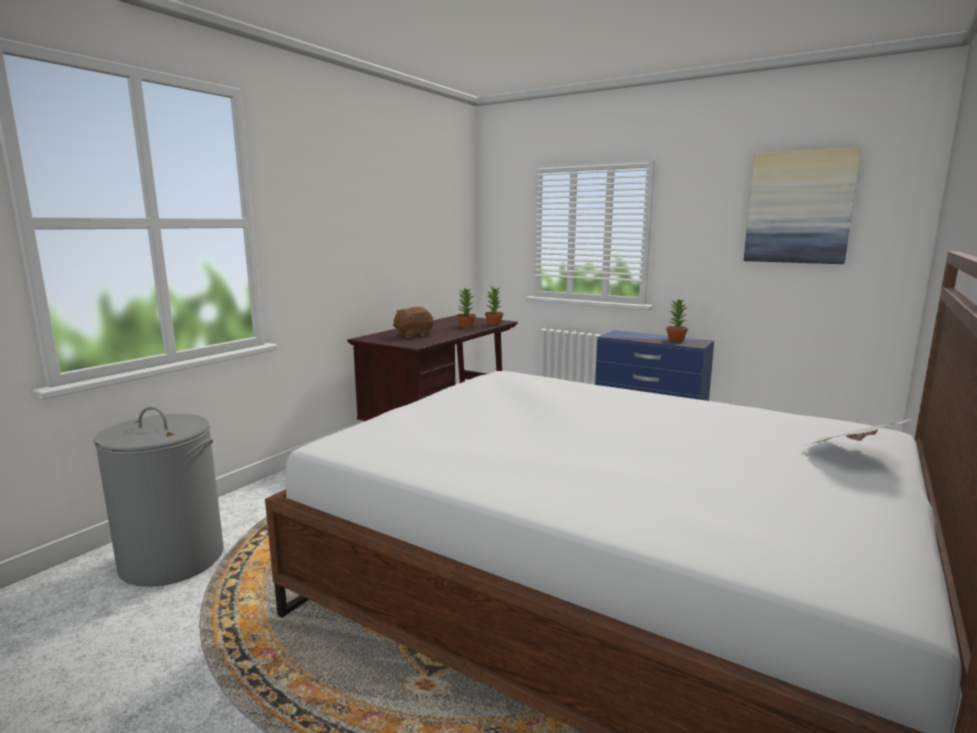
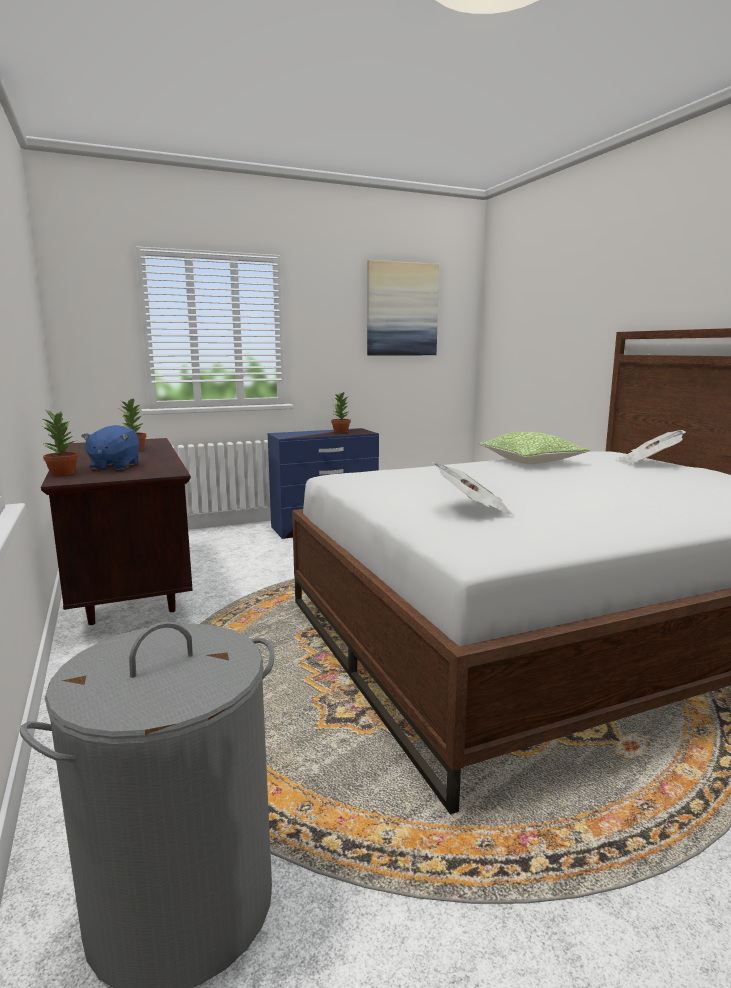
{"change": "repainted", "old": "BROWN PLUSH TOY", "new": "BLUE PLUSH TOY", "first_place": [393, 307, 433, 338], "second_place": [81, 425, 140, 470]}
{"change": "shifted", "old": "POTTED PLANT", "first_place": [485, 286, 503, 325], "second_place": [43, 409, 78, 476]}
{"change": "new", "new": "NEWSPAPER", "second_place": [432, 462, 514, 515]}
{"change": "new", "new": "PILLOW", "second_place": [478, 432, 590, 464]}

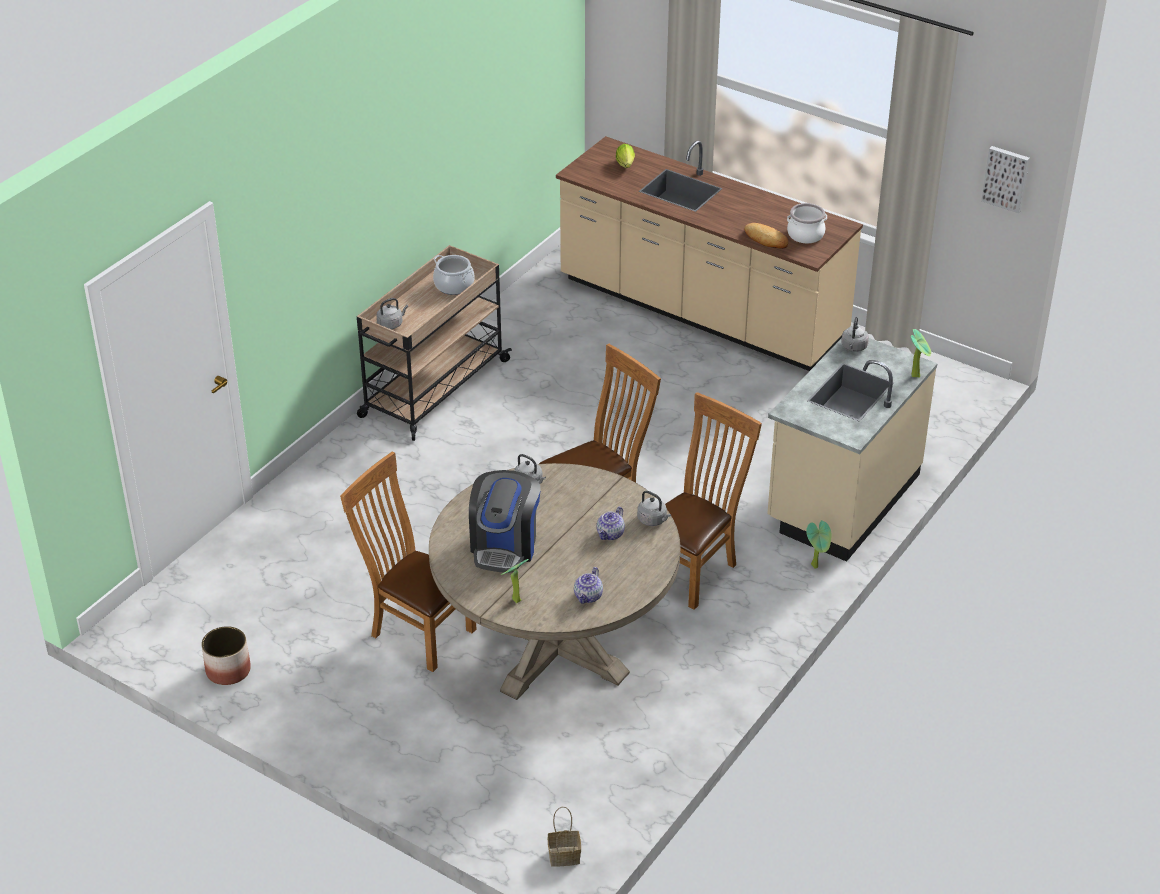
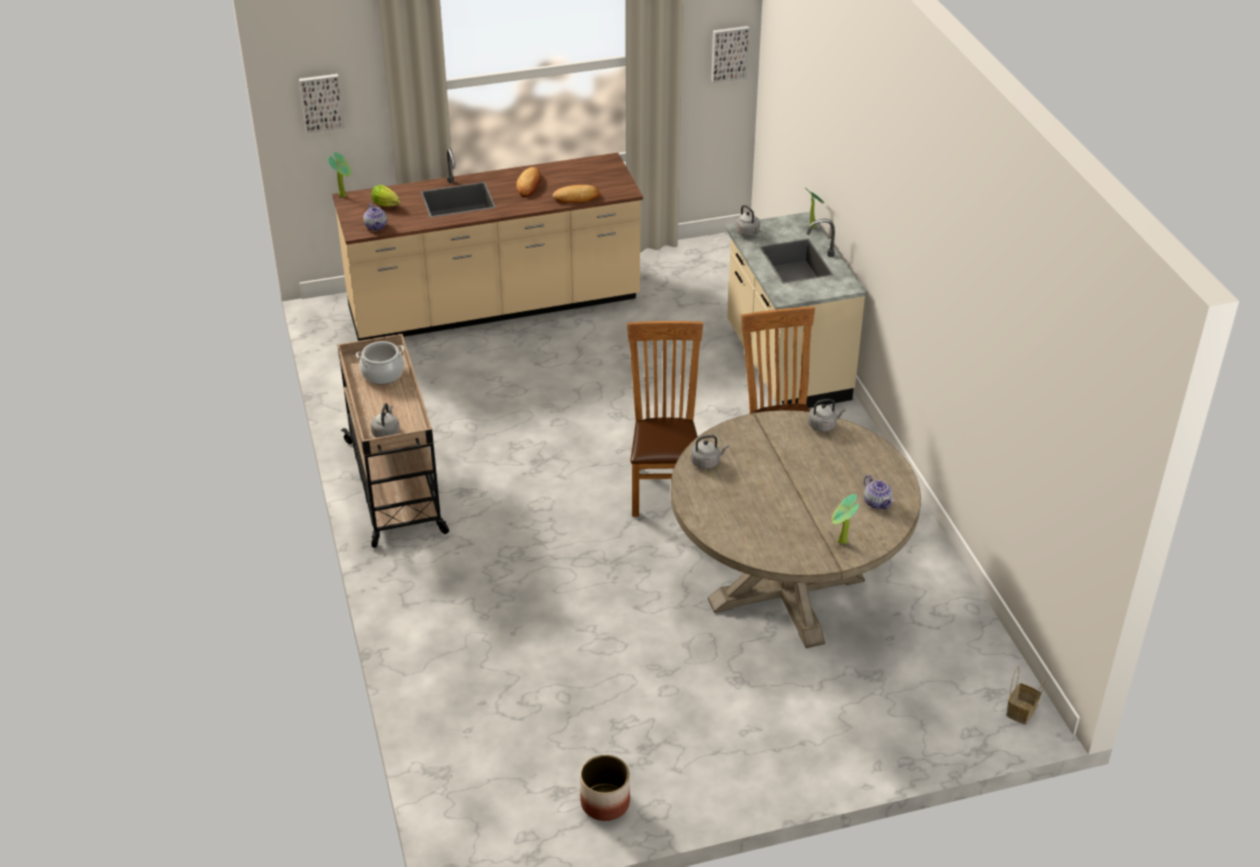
{"change": "gone", "old": "BROWN CHAIR", "first_place": [340, 452, 476, 672]}
{"change": "gone", "old": "COFFEE MACHINE", "first_place": [469, 470, 540, 573]}
{"change": "shifted", "old": "TEAPOT", "first_place": [597, 507, 625, 540], "second_place": [363, 203, 387, 231]}
{"change": "gone", "old": "COOKING POT", "first_place": [787, 203, 827, 243]}
{"change": "shifted", "old": "POTTED PLANT", "first_place": [806, 520, 832, 569], "second_place": [328, 152, 352, 197]}
{"change": "new", "new": "PICTURE", "second_place": [299, 74, 345, 133]}
{"change": "new", "new": "BREAD", "second_place": [516, 167, 541, 197]}

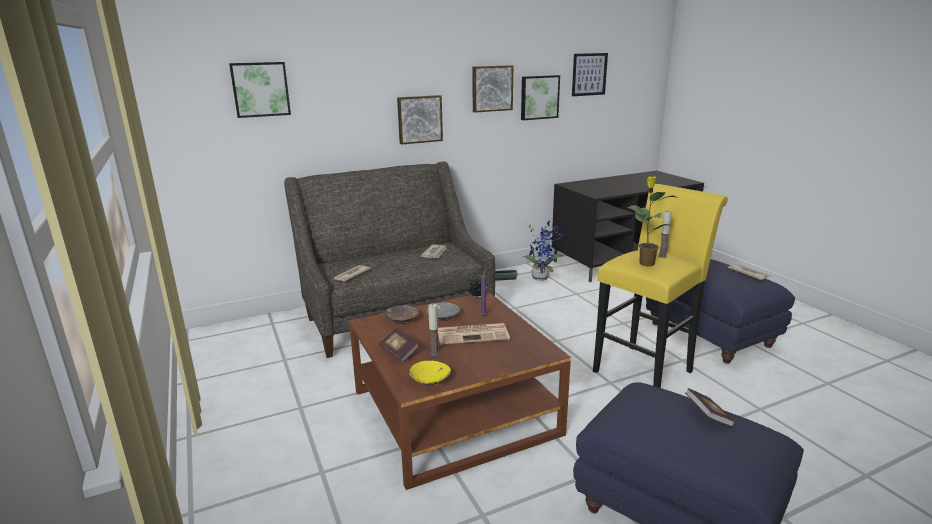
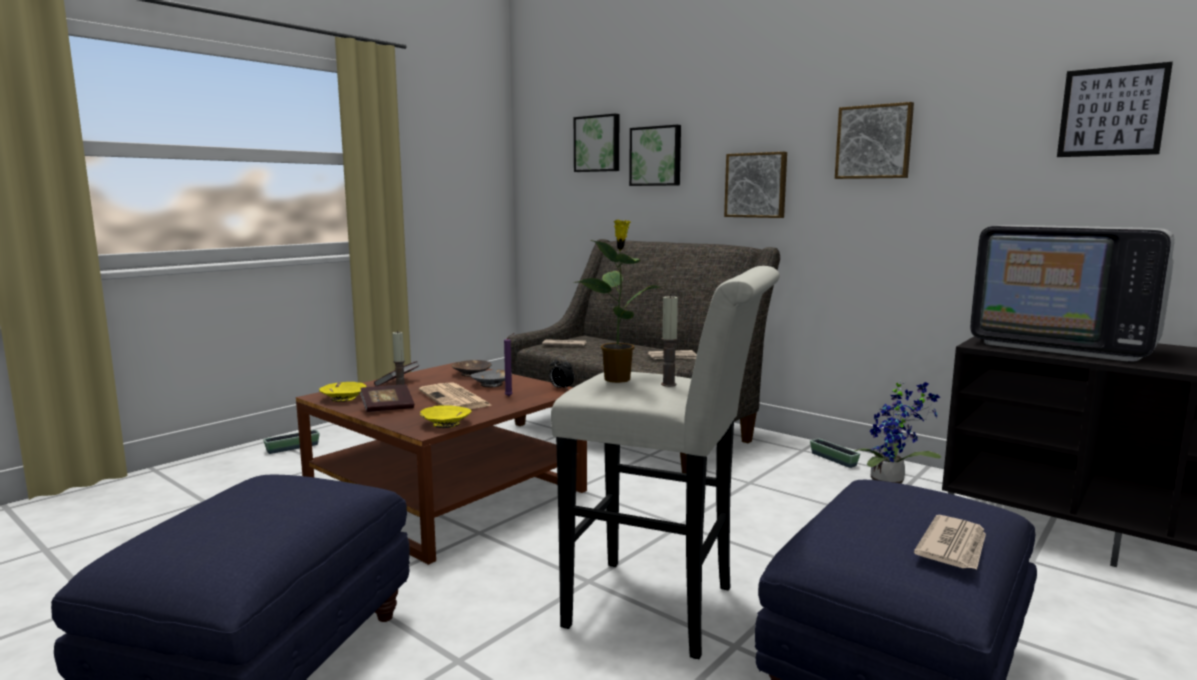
{"change": "shifted", "old": "PICTURE", "first_place": [521, 75, 560, 120], "second_place": [629, 125, 681, 186]}
{"change": "repainted", "old": "YELLOW STOOL", "new": "WHITE STOOL", "first_place": [593, 184, 728, 388], "second_place": [551, 266, 780, 659]}
{"change": "shifted", "old": "BOOK", "first_place": [685, 388, 735, 427], "second_place": [359, 385, 414, 412]}
{"change": "new", "new": "PLANTER", "second_place": [263, 430, 320, 454]}
{"change": "new", "new": "YELLOW BOWL", "second_place": [420, 405, 472, 428]}
{"change": "new", "new": "TELEVISION", "second_place": [970, 225, 1174, 362]}

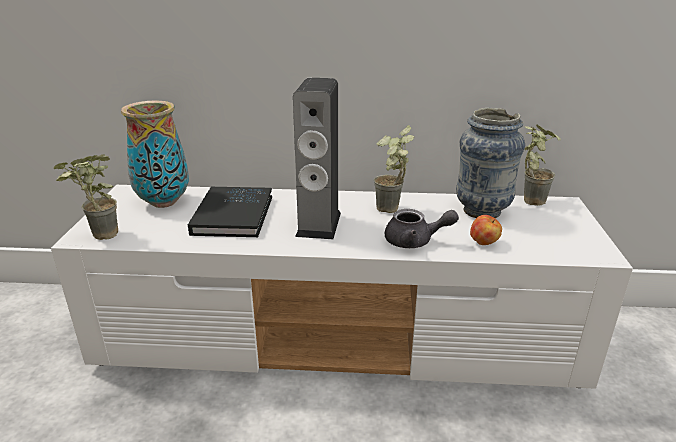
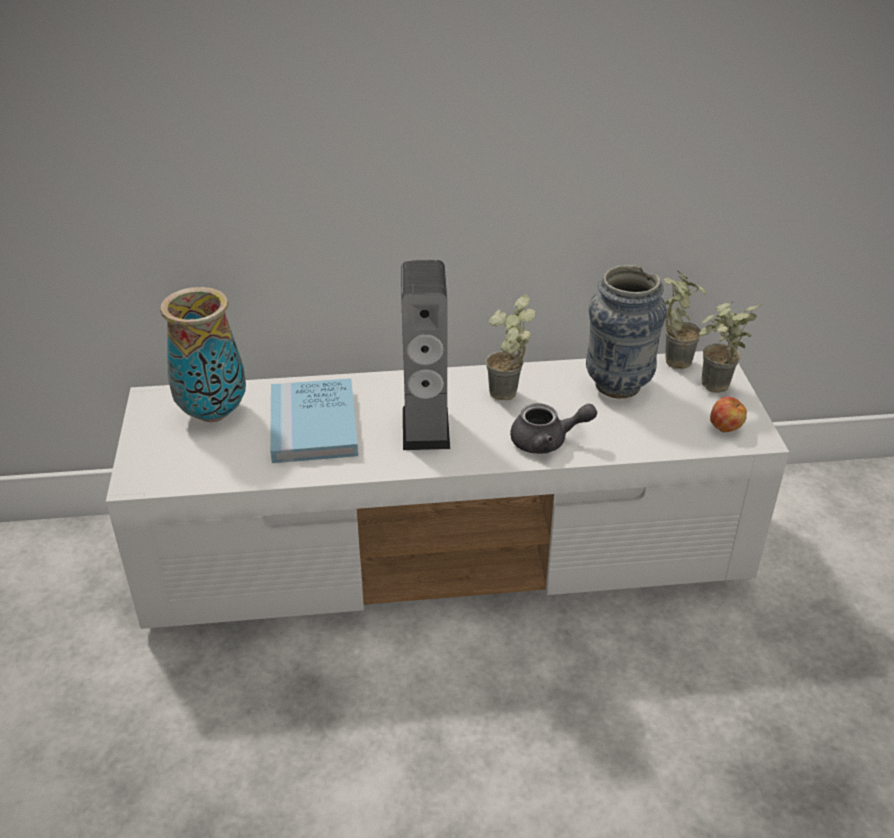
{"change": "shifted", "old": "POTTED PLANT", "first_place": [53, 154, 118, 240], "second_place": [698, 302, 763, 393]}
{"change": "repainted", "old": "BLACK BOOK", "new": "BLUE BOOK", "first_place": [188, 187, 272, 237], "second_place": [270, 378, 358, 463]}
{"change": "shifted", "old": "APPLE", "first_place": [470, 215, 502, 245], "second_place": [710, 397, 747, 432]}

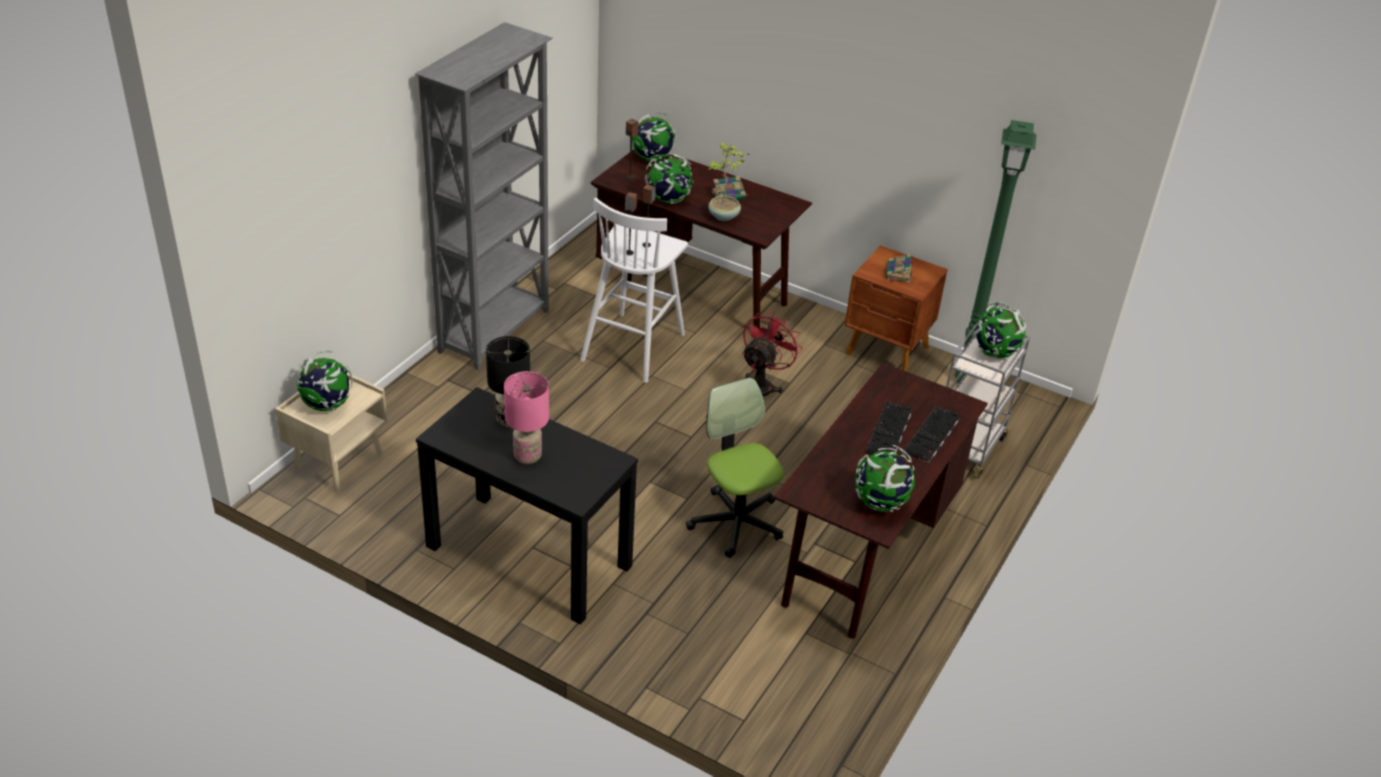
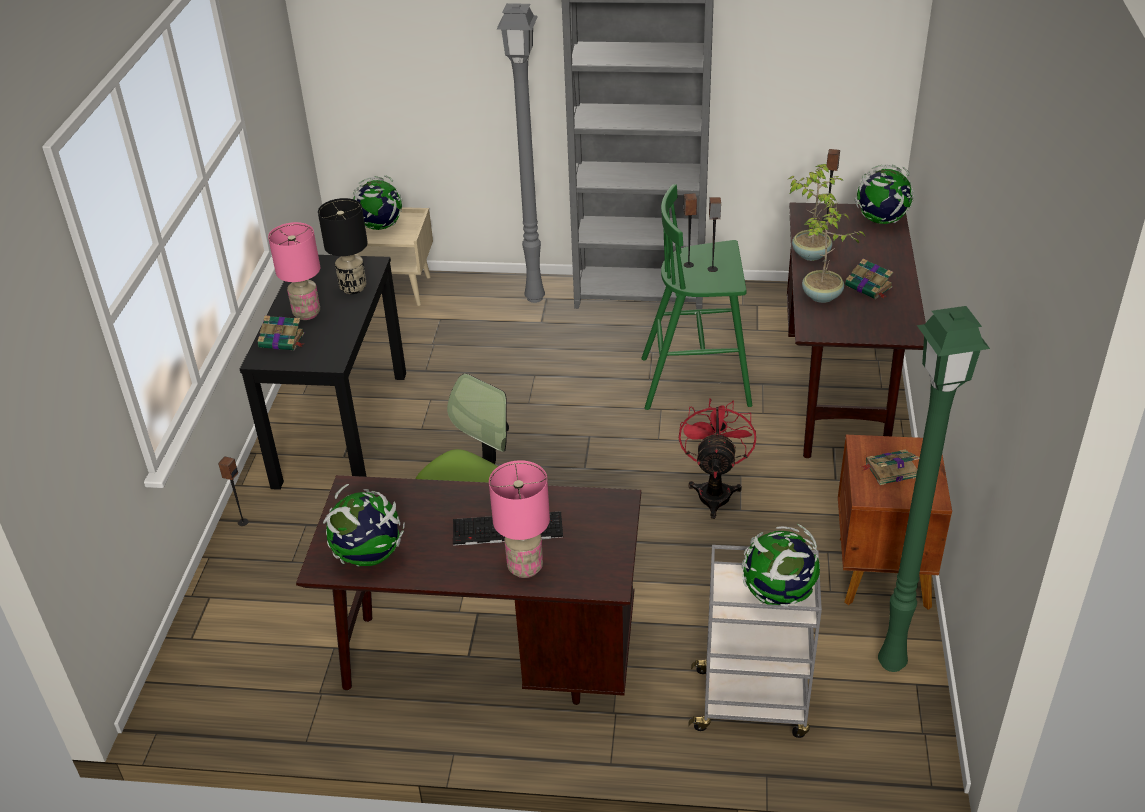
{"change": "repainted", "old": "WHITE STOOL", "new": "GREEN STOOL", "first_place": [580, 198, 688, 383], "second_place": [641, 184, 752, 410]}
{"change": "swapped", "old": "GLOBE", "new": "POTTED PLANT", "first_place": [645, 153, 693, 204], "second_place": [789, 164, 843, 261]}
{"change": "rotated", "old": "RED FAN", "first_place": [742, 311, 803, 397], "second_place": [679, 398, 756, 519], "degrees": -90}
{"change": "swapped", "old": "KEYBOARD", "new": "PINK TABLE LAMP", "first_place": [904, 406, 961, 463], "second_place": [489, 460, 550, 578]}
{"change": "new", "new": "SPEAKER", "second_place": [218, 456, 249, 526]}
{"change": "new", "new": "BOOK", "second_place": [258, 315, 305, 351]}
{"change": "new", "new": "GREY FLOOR LAMP", "second_place": [496, 3, 545, 303]}

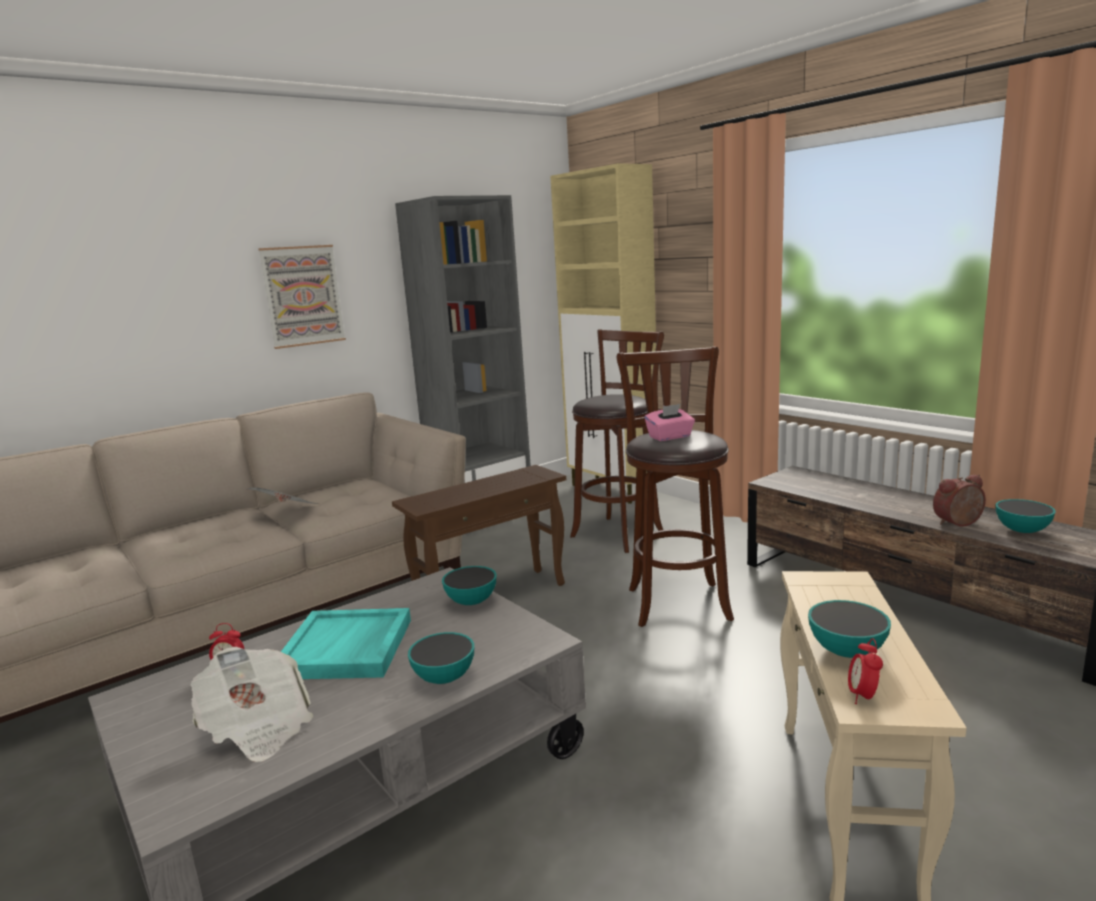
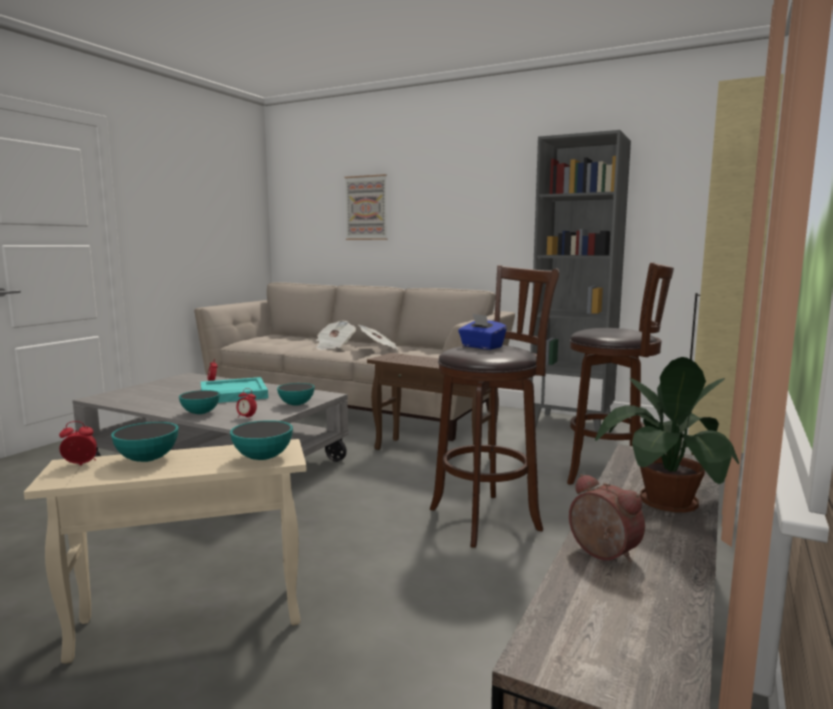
{"change": "shifted", "old": "NEWSPAPER", "first_place": [191, 647, 313, 762], "second_place": [316, 321, 356, 350]}
{"change": "shifted", "old": "PICTURE", "first_place": [258, 245, 346, 349], "second_place": [345, 174, 387, 240]}
{"change": "repainted", "old": "PINK TISSUE BOX", "new": "BLUE TISSUE BOX", "first_place": [645, 404, 695, 441], "second_place": [458, 314, 507, 350]}
{"change": "shifted", "old": "BOWL", "first_place": [995, 499, 1056, 533], "second_place": [230, 420, 293, 460]}
{"change": "new", "new": "ALARM CLOCK", "second_place": [236, 388, 257, 418]}
{"change": "new", "new": "POTTED PLANT", "second_place": [595, 357, 739, 513]}

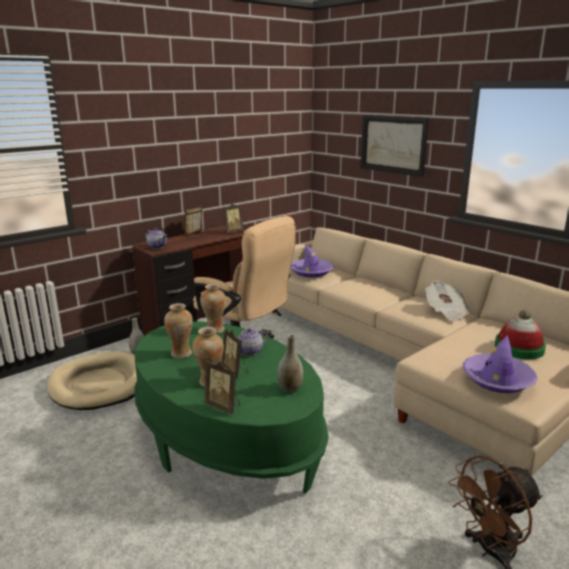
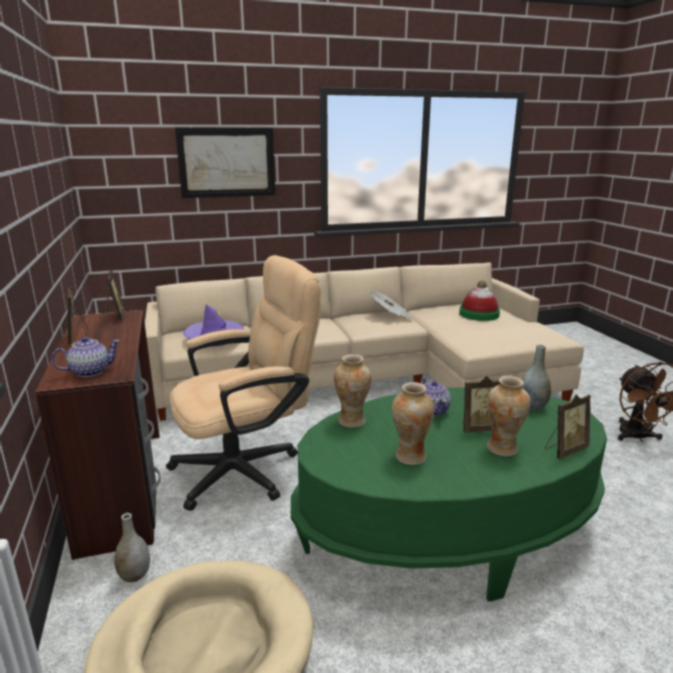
{"change": "gone", "old": "PURPLE HAT", "first_place": [463, 335, 538, 393]}

